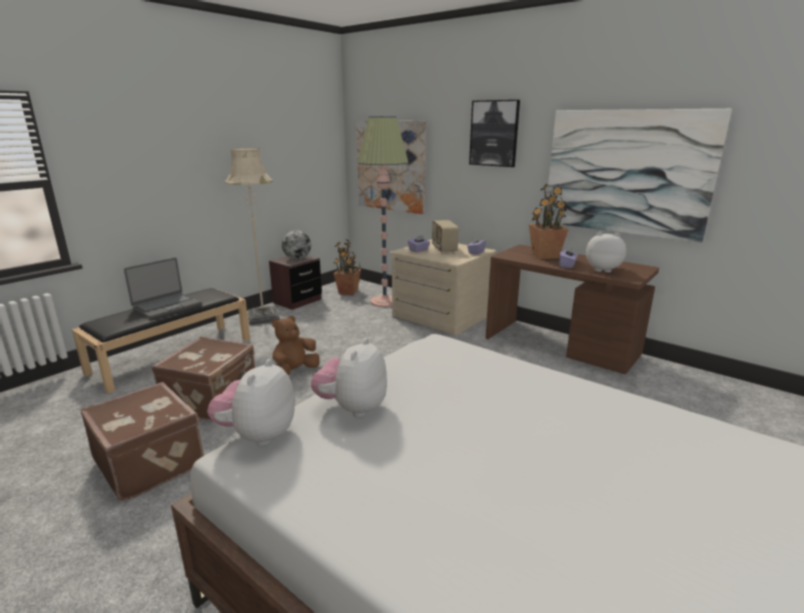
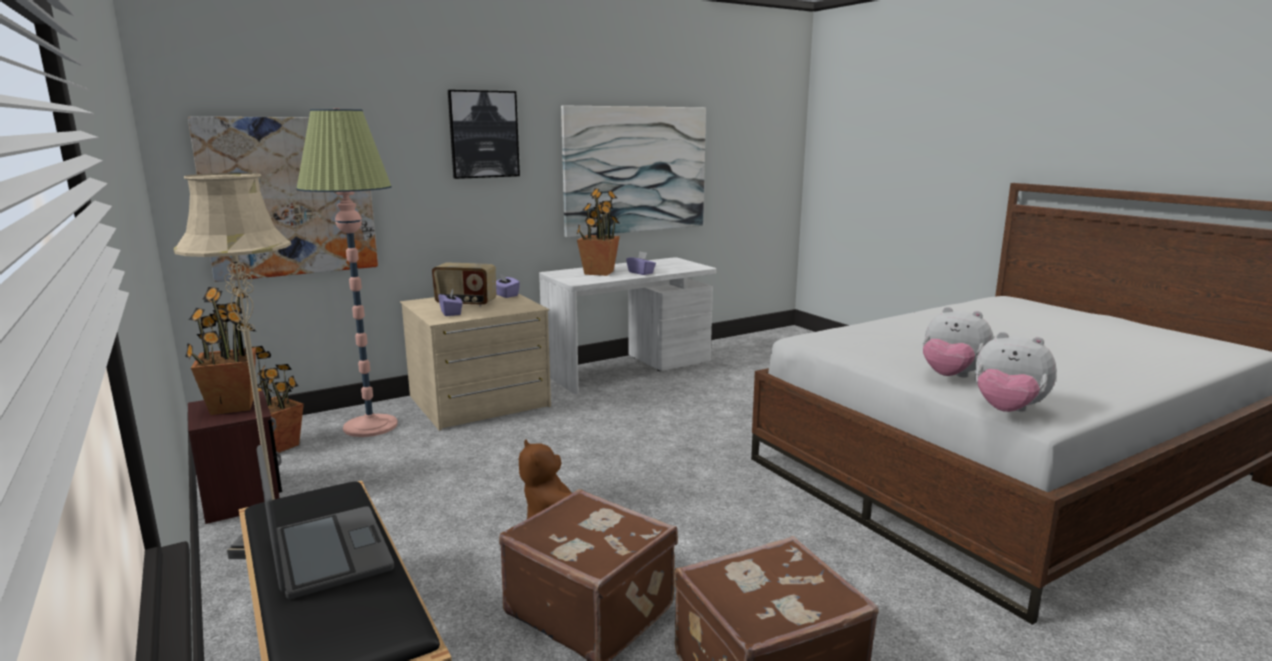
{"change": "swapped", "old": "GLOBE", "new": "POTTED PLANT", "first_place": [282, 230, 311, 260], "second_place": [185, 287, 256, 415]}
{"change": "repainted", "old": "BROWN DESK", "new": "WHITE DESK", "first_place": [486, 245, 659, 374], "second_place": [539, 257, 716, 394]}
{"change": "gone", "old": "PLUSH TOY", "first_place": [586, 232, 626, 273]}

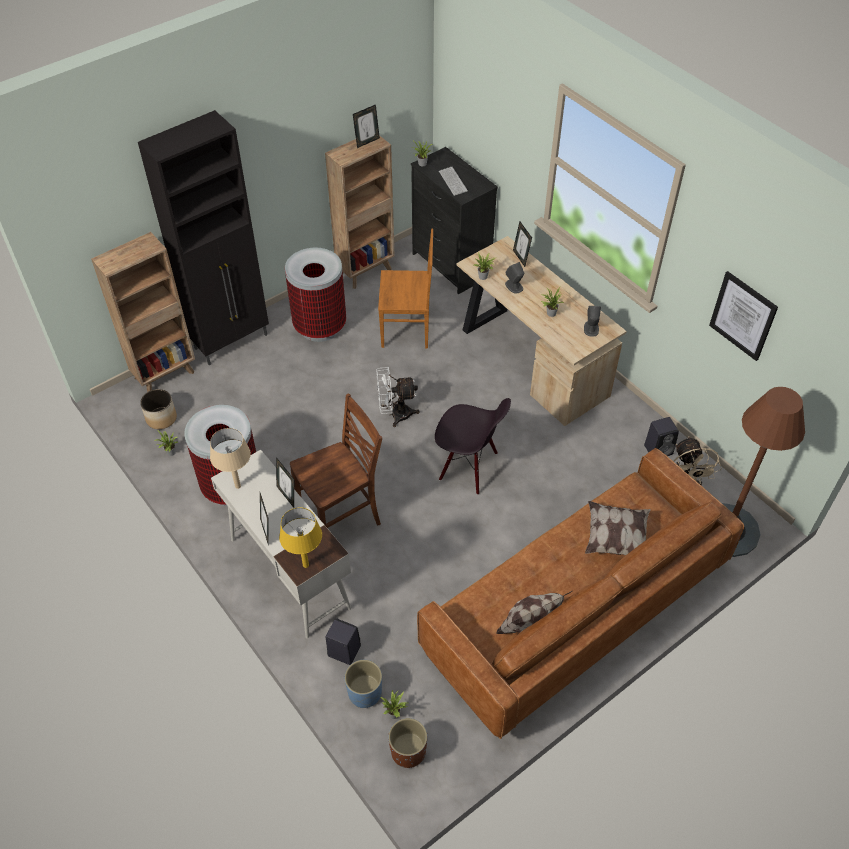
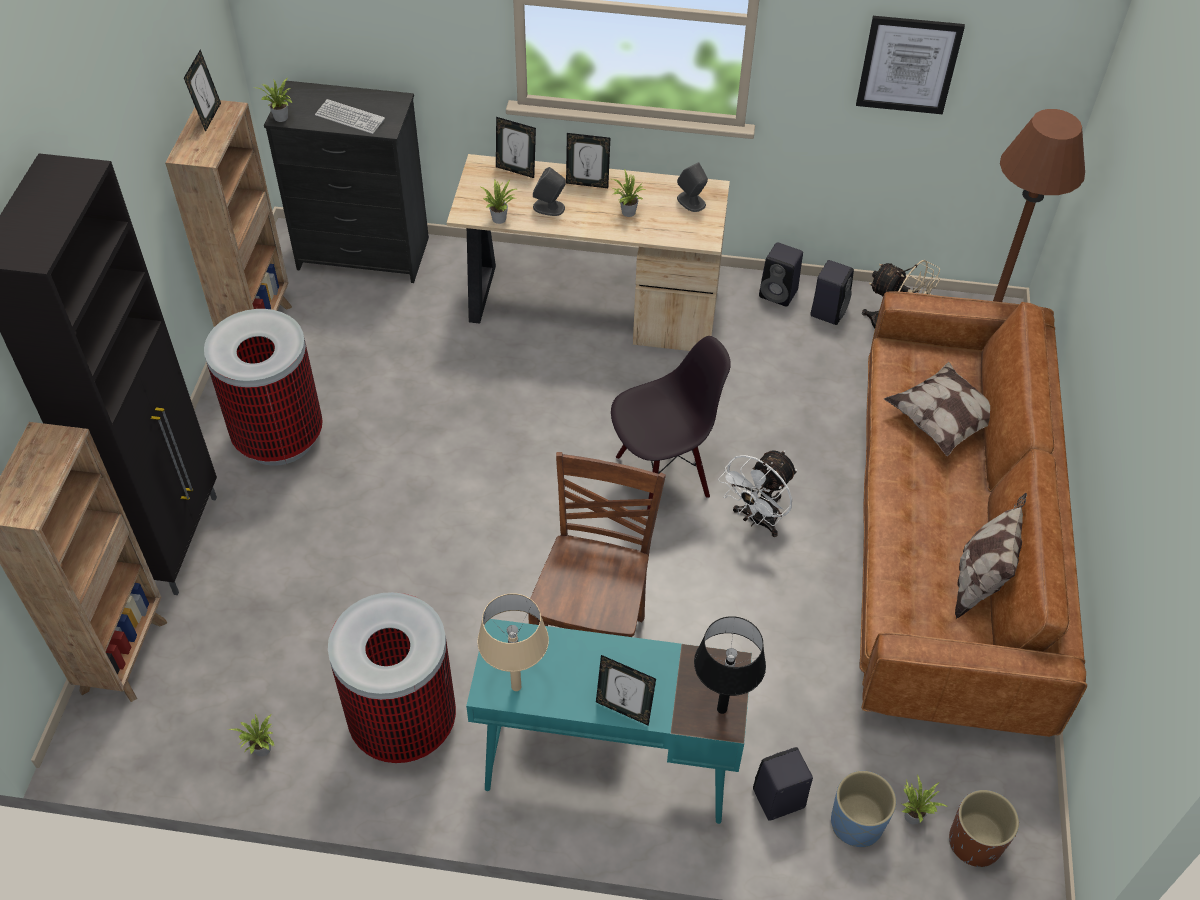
{"change": "gone", "old": "PLANTER", "first_place": [140, 389, 177, 429]}
{"change": "repainted", "old": "WHITE DESK", "new": "TURQUOISE DESK", "first_place": [211, 450, 351, 638], "second_place": [466, 619, 752, 824]}
{"change": "shifted", "old": "PICTURE FRAME", "first_place": [276, 457, 294, 508], "second_place": [566, 133, 610, 188]}
{"change": "repainted", "old": "YELLOW TABLE LAMP", "new": "BLACK TABLE LAMP", "first_place": [279, 507, 322, 568], "second_place": [694, 616, 766, 714]}
{"change": "shifted", "old": "WHITE FAN", "first_place": [376, 367, 420, 427], "second_place": [718, 450, 797, 537]}
{"change": "gone", "old": "BROWN CHAIR", "first_place": [378, 229, 433, 349]}
{"change": "new", "new": "BLACK SPEAKER", "second_place": [759, 242, 803, 307]}

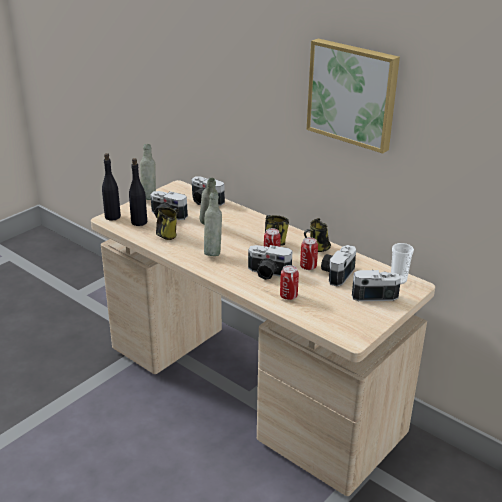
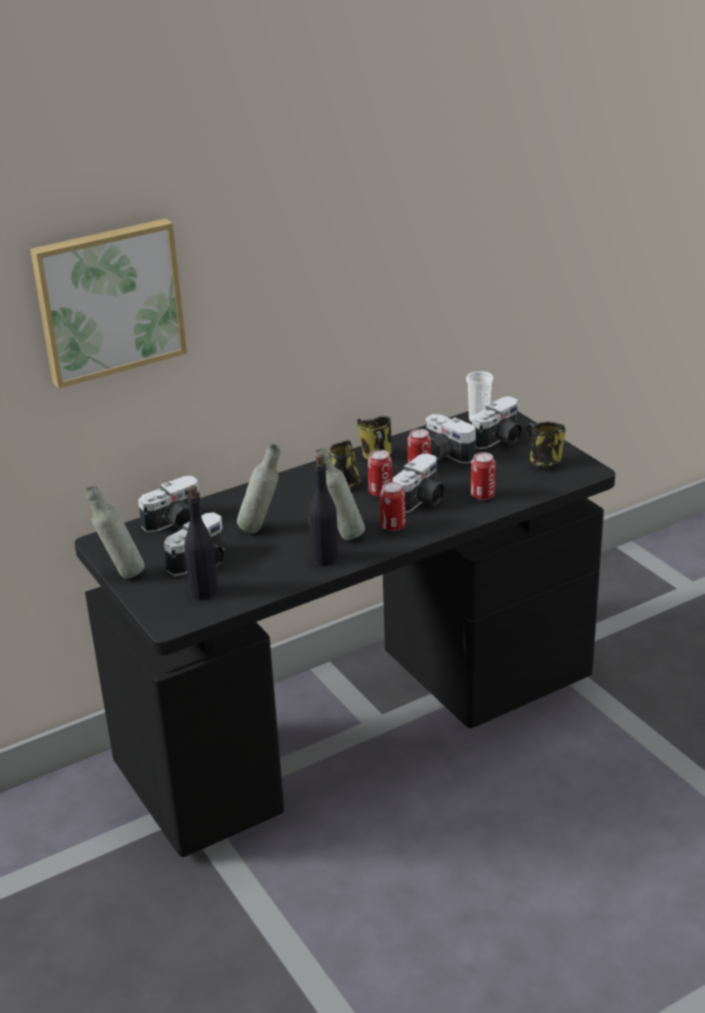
{"change": "repainted", "old": "BEIGE DESK", "new": "BLACK DESK", "first_place": [91, 180, 435, 496], "second_place": [75, 411, 615, 857]}
{"change": "shifted", "old": "BLACK BOTTLE", "first_place": [102, 153, 121, 221], "second_place": [308, 454, 339, 565]}
{"change": "shifted", "old": "MUG", "first_place": [156, 207, 179, 240], "second_place": [526, 422, 566, 468]}
{"change": "shifted", "old": "PICTURE", "first_place": [306, 38, 400, 153], "second_place": [30, 218, 187, 388]}
{"change": "rotated", "old": "PHOTO CAMERA", "first_place": [352, 270, 401, 301], "second_place": [472, 396, 522, 449], "degrees": -150}
{"change": "new", "new": "CAN", "second_place": [380, 482, 406, 531]}

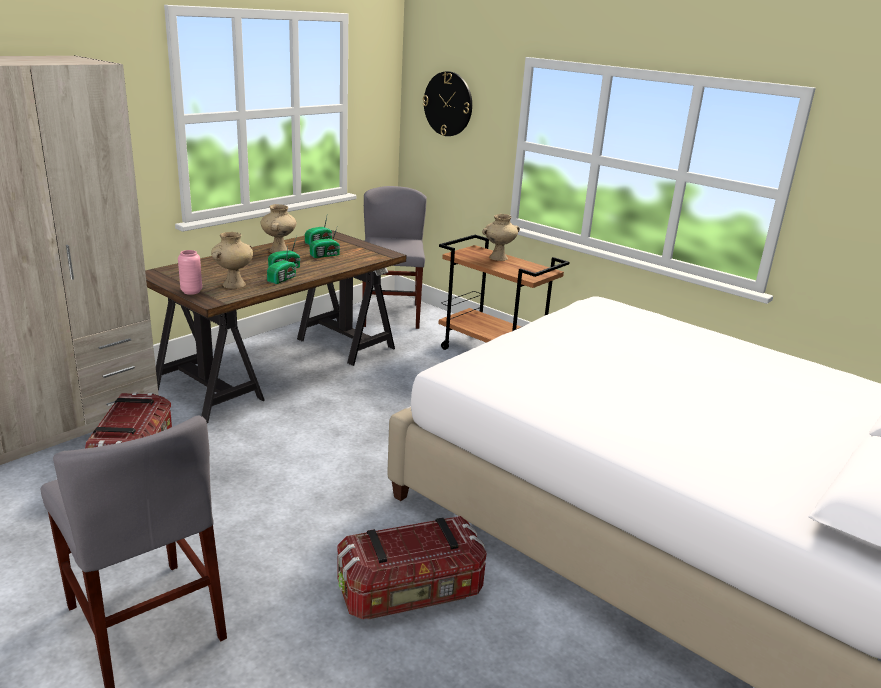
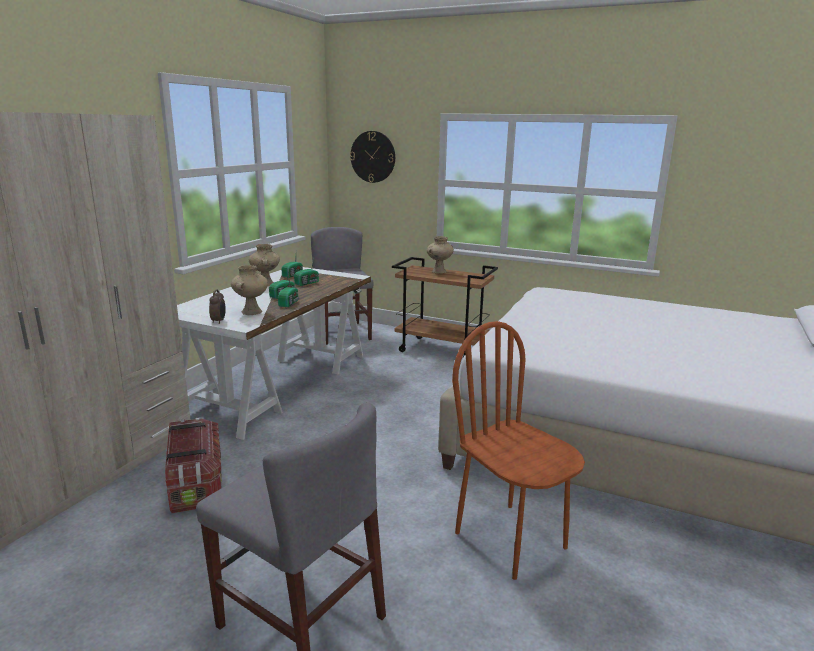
{"change": "repainted", "old": "BROWN DESK", "new": "WHITE DESK", "first_place": [145, 230, 407, 423], "second_place": [177, 267, 371, 440]}
{"change": "swapped", "old": "PINK VASE", "new": "ALARM CLOCK", "first_place": [178, 250, 202, 295], "second_place": [209, 289, 226, 324]}
{"change": "swapped", "old": "STORAGE BOX", "new": "BROWN CHAIR", "first_place": [338, 516, 487, 619], "second_place": [452, 321, 585, 580]}

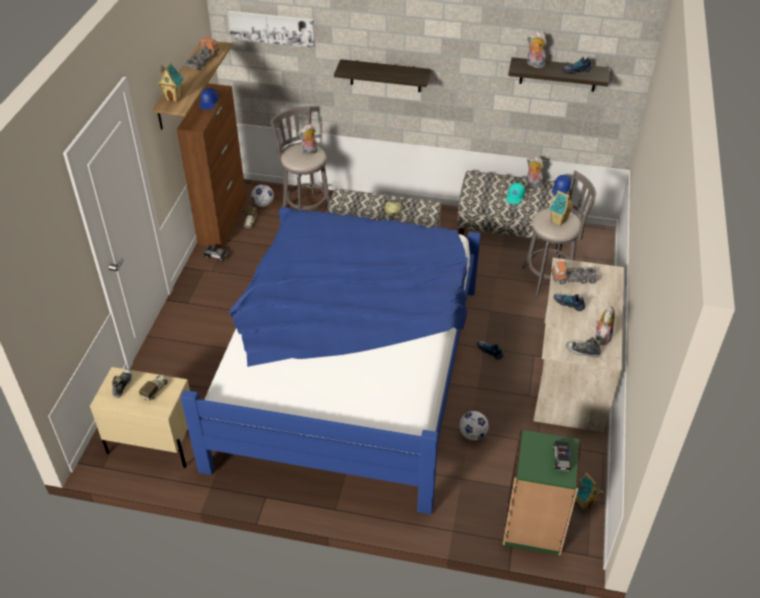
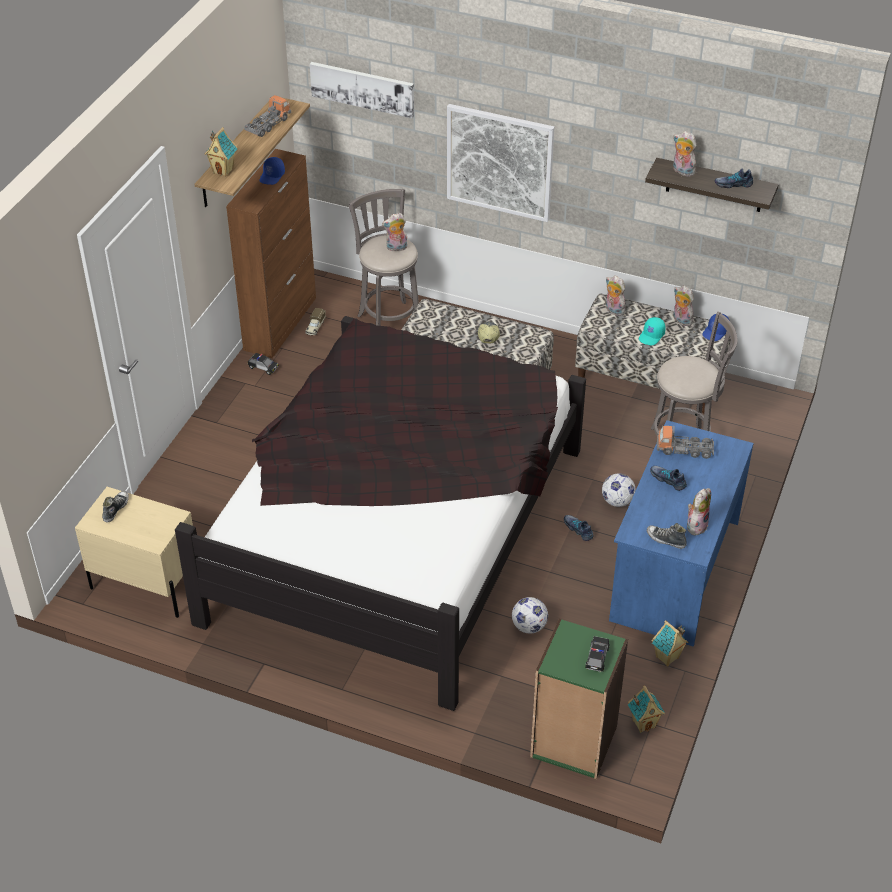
{"change": "gone", "old": "TOY TRUCK", "first_place": [139, 375, 168, 401]}
{"change": "repainted", "old": "BLUE BED", "new": "BLACK BED", "first_place": [181, 207, 481, 515], "second_place": [175, 316, 586, 711]}
{"change": "shifted", "old": "FOOTBALL", "first_place": [251, 184, 274, 207], "second_place": [602, 473, 636, 507]}
{"change": "swapped", "old": "SHELF", "new": "PICTURE", "first_place": [334, 59, 431, 92], "second_place": [447, 104, 555, 222]}
{"change": "repainted", "old": "BEIGE DESK", "new": "BLUE DESK", "first_place": [533, 258, 624, 433], "second_place": [609, 420, 754, 647]}
{"change": "shifted", "old": "TOY HOUSE", "first_place": [549, 190, 574, 226], "second_place": [652, 620, 688, 667]}
{"change": "new", "new": "PLUSH TOY", "second_place": [606, 276, 625, 316]}

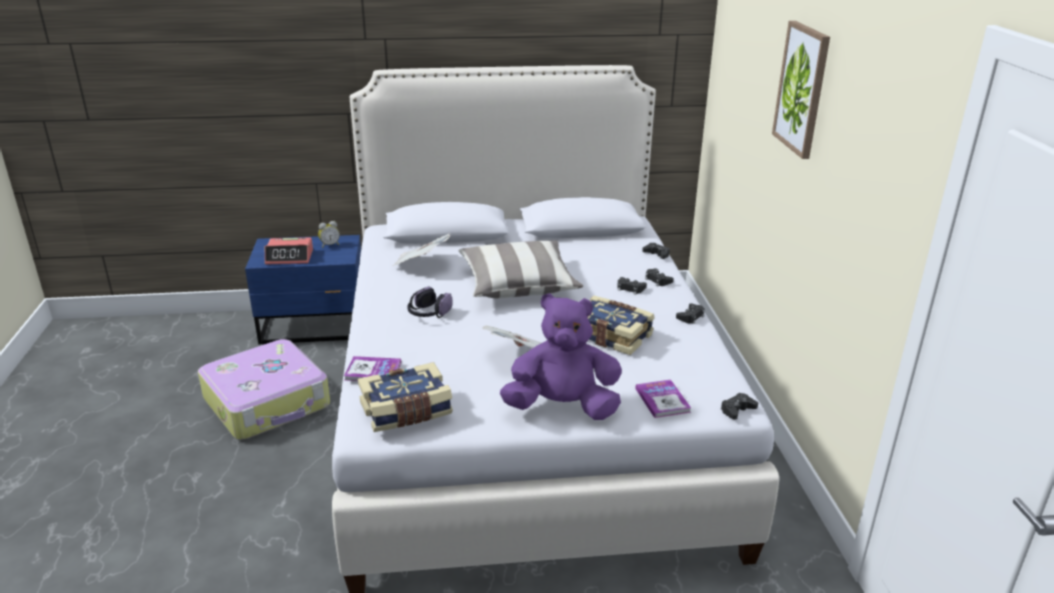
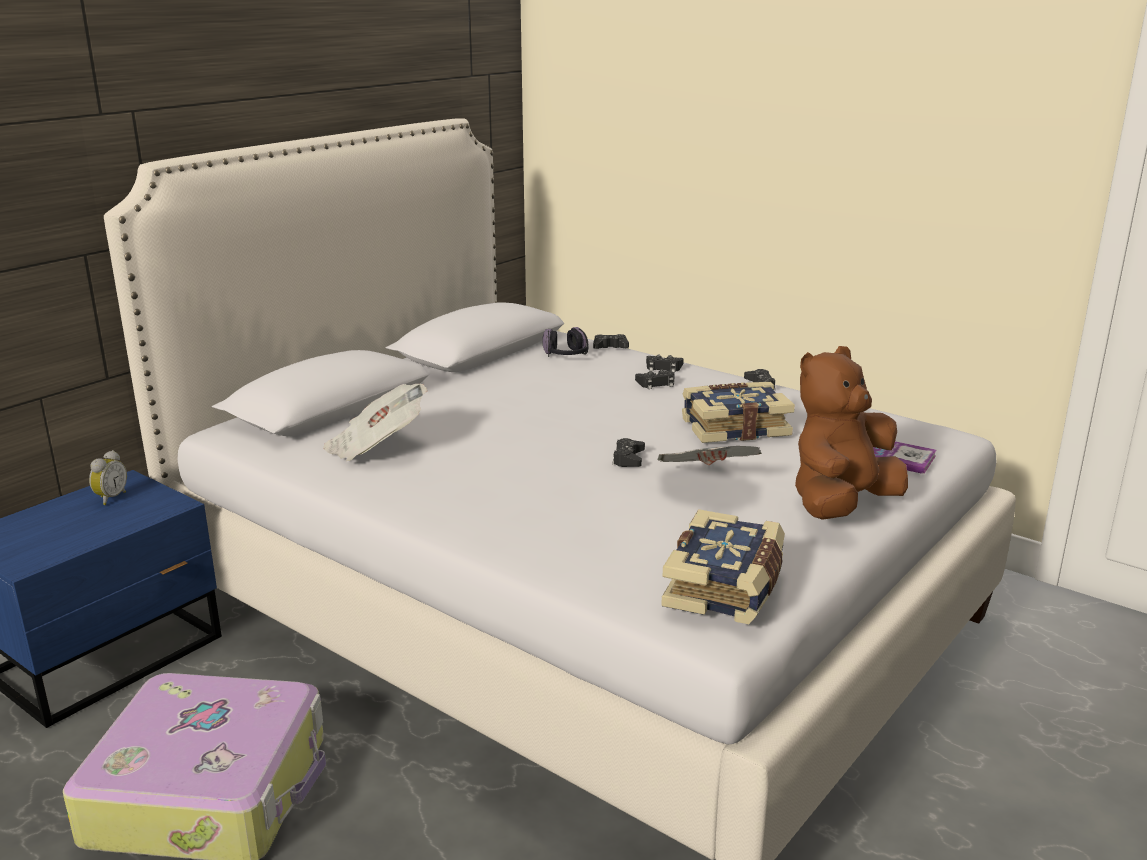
{"change": "gone", "old": "ALARM CLOCK", "first_place": [265, 237, 313, 265]}
{"change": "gone", "old": "BOOK", "first_place": [344, 356, 401, 381]}
{"change": "shifted", "old": "HEADPHONES", "first_place": [407, 286, 453, 318], "second_place": [542, 327, 589, 357]}
{"change": "gone", "old": "PILLOW", "first_place": [459, 240, 583, 298]}
{"change": "repainted", "old": "PURPLE PLUSH TOY", "new": "BROWN PLUSH TOY", "first_place": [500, 293, 622, 420], "second_place": [795, 346, 908, 520]}
{"change": "shifted", "old": "BLACK GAME CONTROLLER", "first_place": [721, 393, 758, 420], "second_place": [612, 438, 645, 467]}
{"change": "gone", "old": "PICTURE", "first_place": [772, 21, 830, 159]}

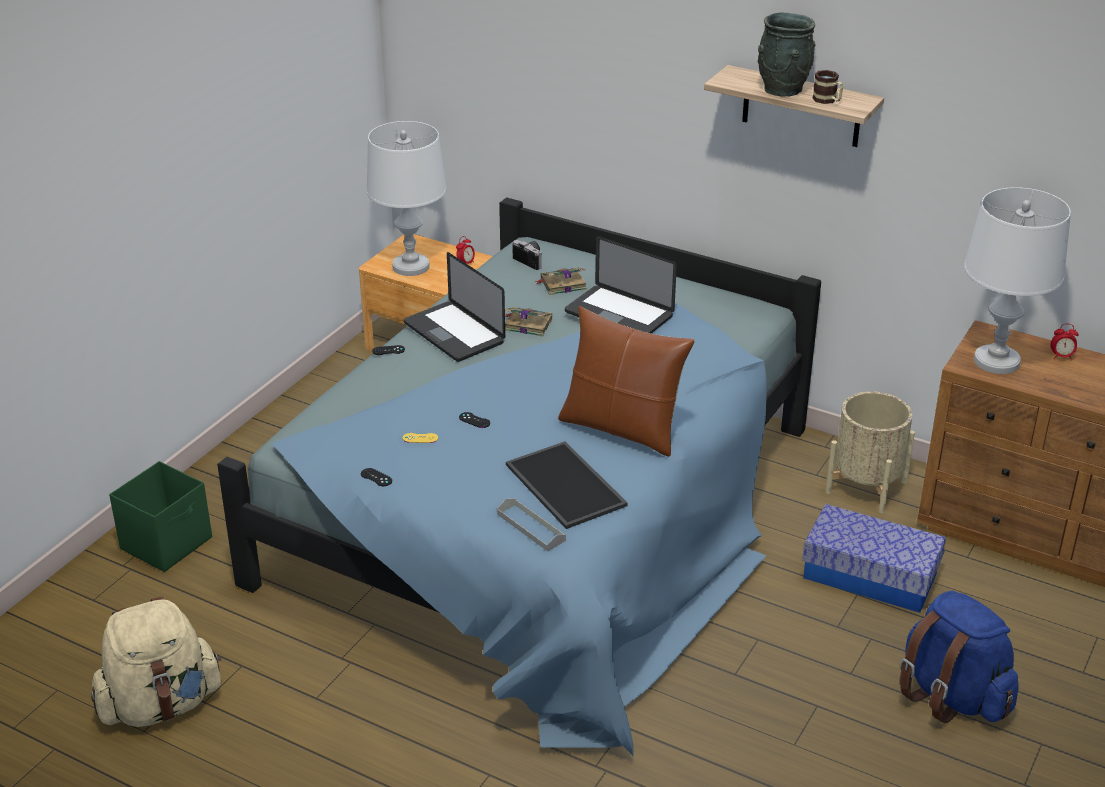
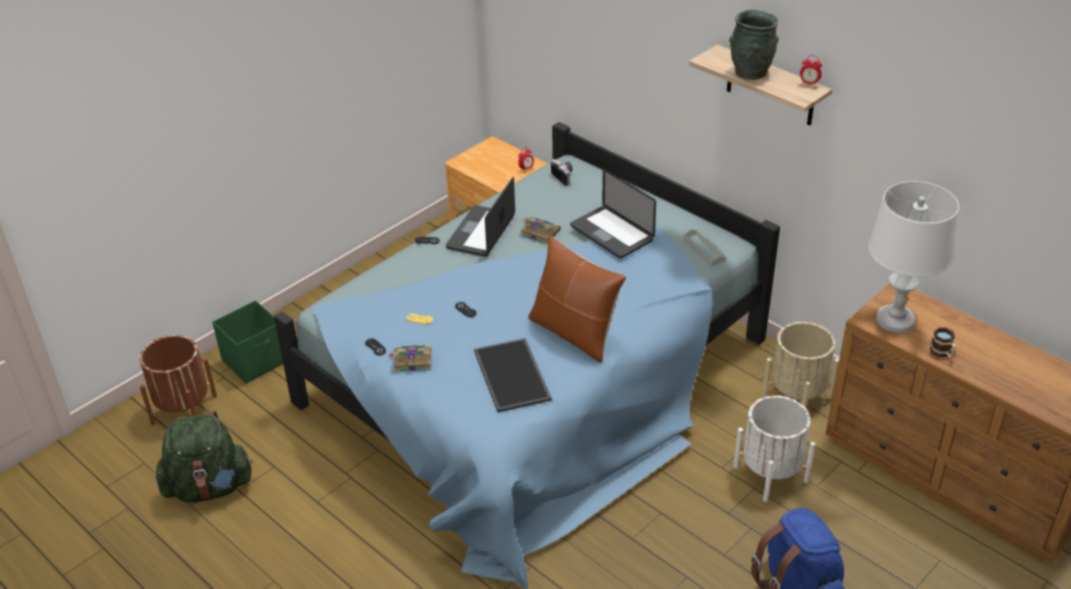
{"change": "repainted", "old": "BEIGE BACKPACK", "new": "GREEN BACKPACK", "first_place": [91, 597, 221, 727], "second_place": [155, 411, 253, 502]}
{"change": "gone", "old": "WHITE TABLE LAMP", "first_place": [367, 121, 446, 276]}
{"change": "rotated", "old": "LAPTOP", "first_place": [404, 252, 505, 362], "second_place": [446, 177, 515, 257], "degrees": 45}
{"change": "shifted", "old": "GREY TRAY", "first_place": [497, 498, 566, 551], "second_place": [683, 229, 726, 266]}
{"change": "shifted", "old": "BOOK", "first_place": [535, 268, 587, 295], "second_place": [389, 345, 432, 372]}
{"change": "swapped", "old": "STORAGE BOX", "new": "WHITE PLANTER", "first_place": [802, 504, 946, 613], "second_place": [734, 395, 815, 502]}
{"change": "shifted", "old": "MUG", "first_place": [812, 70, 843, 104], "second_place": [930, 327, 957, 358]}
{"change": "shifted", "old": "ALARM CLOCK", "first_place": [1050, 324, 1079, 360], "second_place": [800, 55, 822, 88]}
{"change": "new", "new": "BROWN PLANTER", "second_place": [139, 335, 217, 425]}

